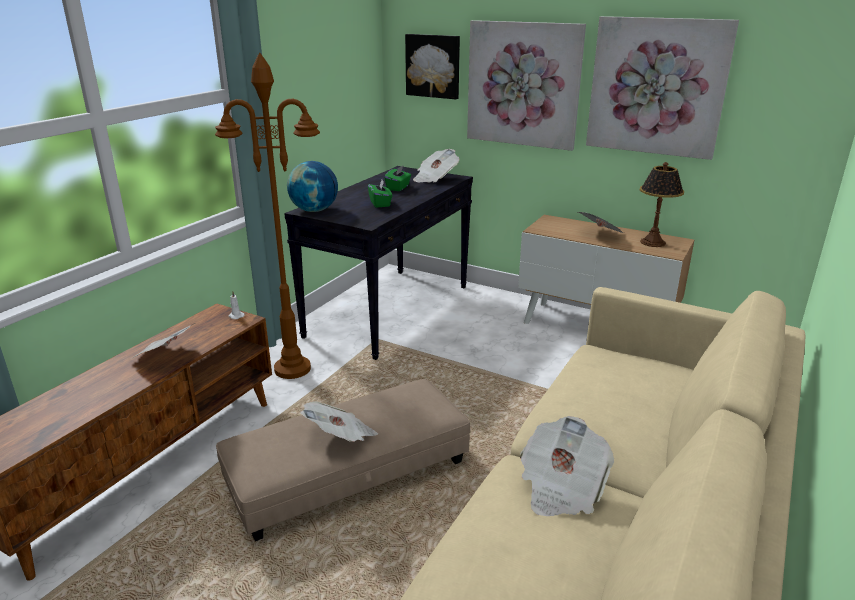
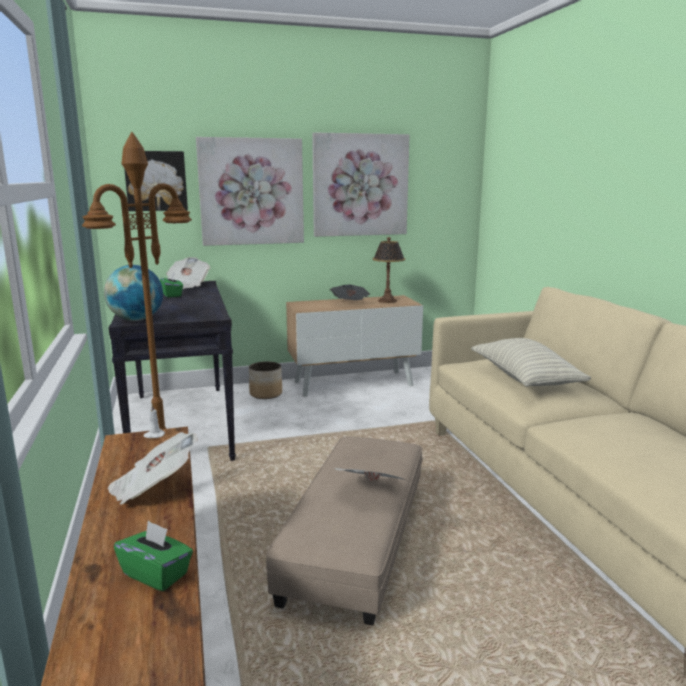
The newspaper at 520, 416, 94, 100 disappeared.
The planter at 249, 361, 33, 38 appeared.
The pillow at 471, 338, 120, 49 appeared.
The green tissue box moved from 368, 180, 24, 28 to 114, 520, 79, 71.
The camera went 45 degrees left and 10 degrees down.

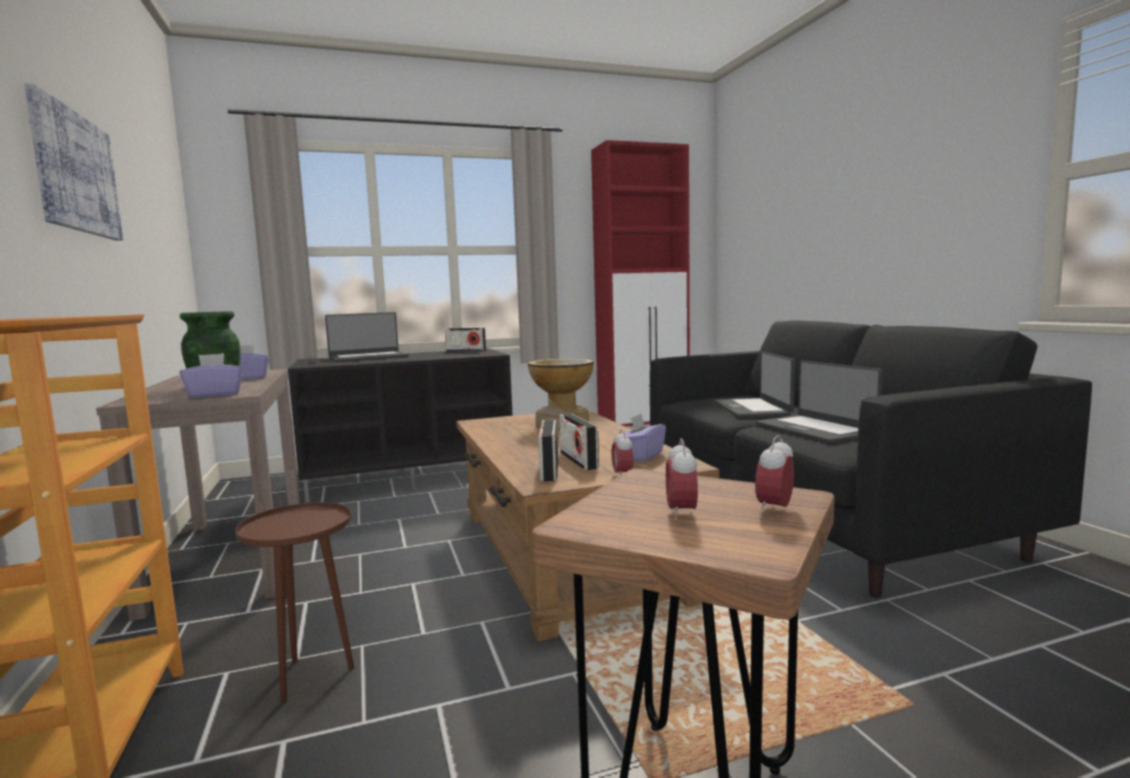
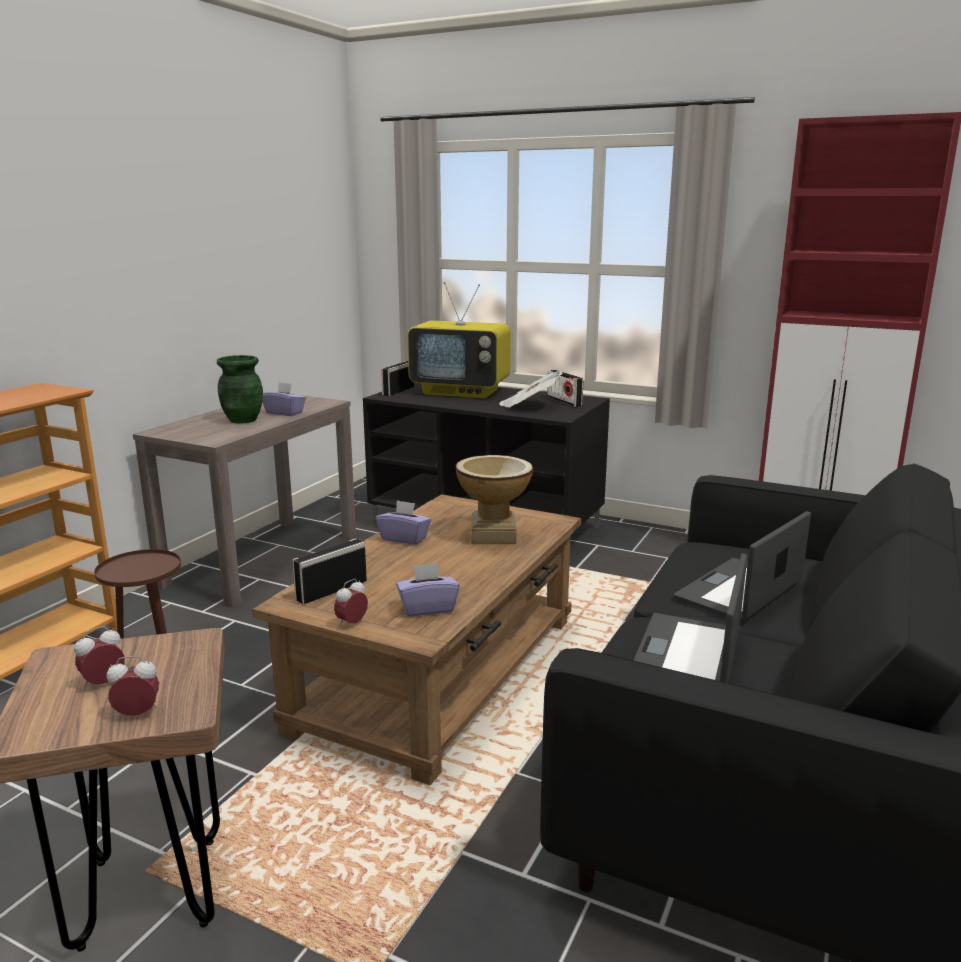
The picture at 24, 83, 99, 157 disappeared.
The newspaper at 499, 371, 63, 37 appeared.
The purple tissue box moved from 180, 353, 63, 45 to 376, 500, 55, 45.
The radio moved from 559, 413, 40, 57 to 381, 361, 33, 35.
The laptop at 325, 312, 84, 50 was replaced by the television at 408, 282, 103, 116.
The camera went 45 degrees right and 10 degrees up.

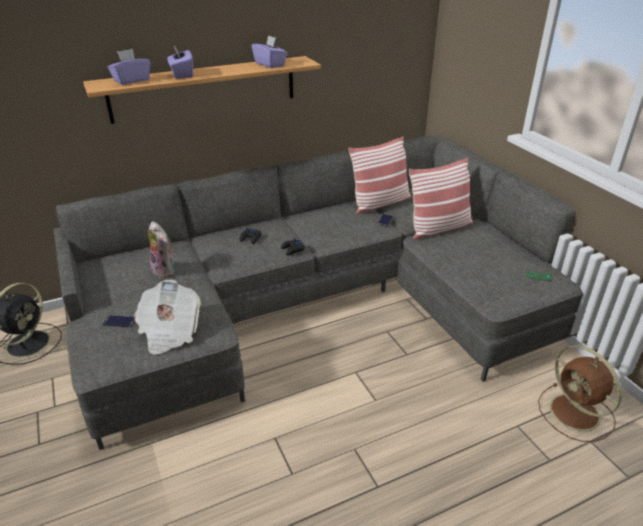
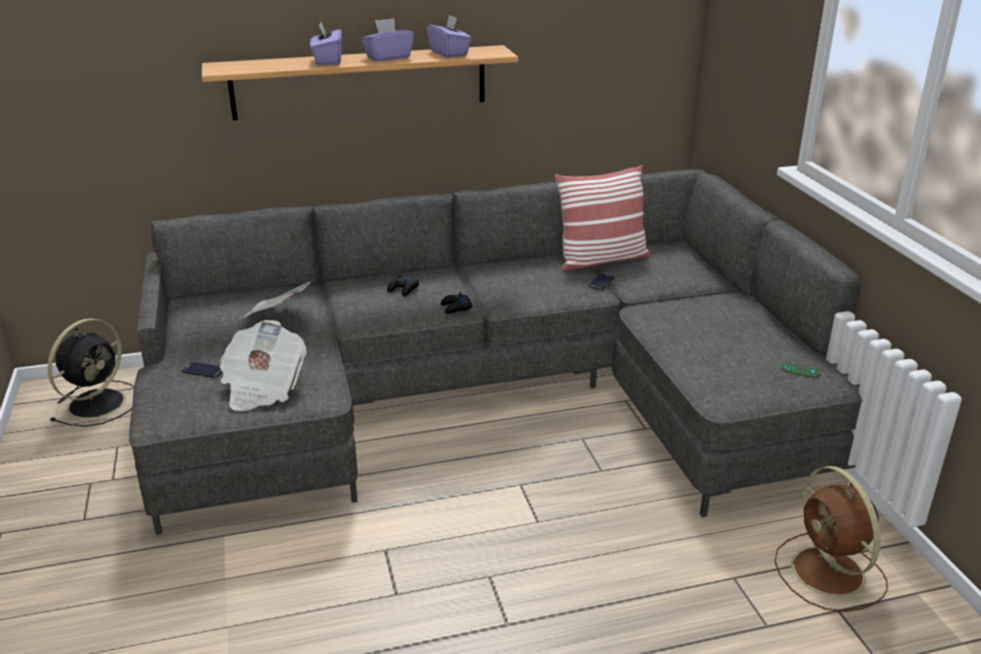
The pillow at 408, 158, 65, 82 disappeared.
The purple tissue box moved from 107, 49, 44, 36 to 361, 18, 53, 43.
The plush toy at 148, 221, 26, 57 was replaced by the newspaper at 240, 279, 75, 40.
The camera went 10 degrees right and 5 degrees down.

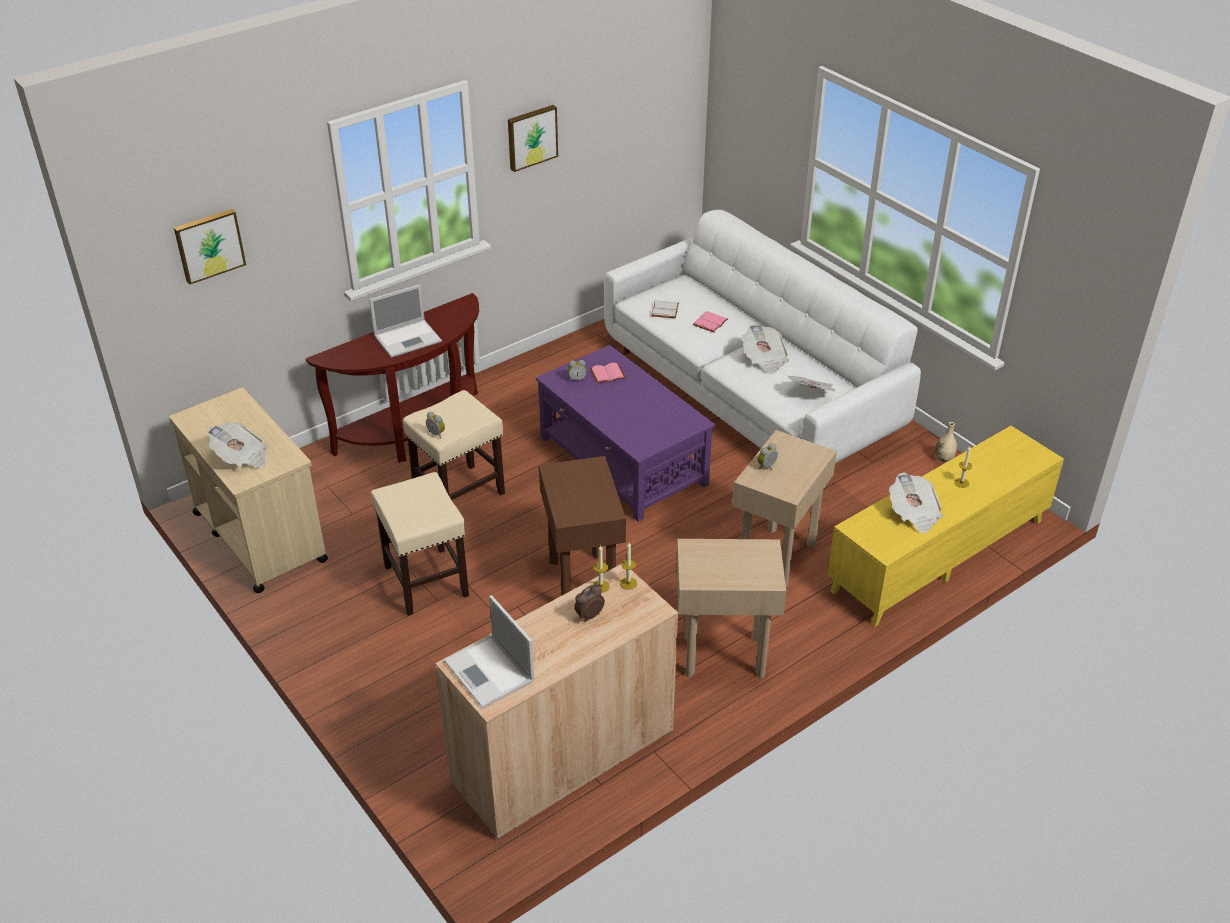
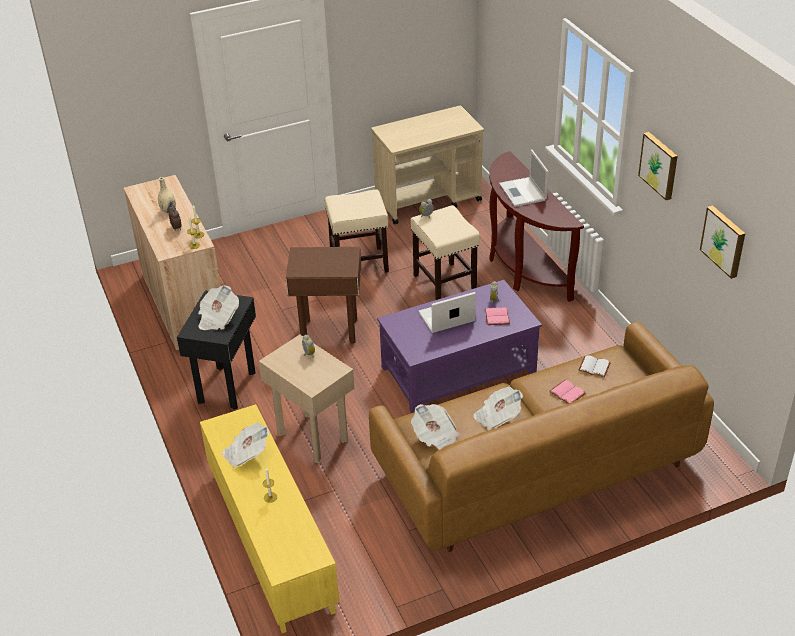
The picture moved from 174, 209, 72, 76 to 700, 205, 45, 74.
The newspaper moved from 208, 422, 59, 46 to 198, 285, 41, 45.
The laptop moved from 444, 595, 90, 113 to 418, 292, 58, 41.
The beige vase moved from 935, 422, 22, 40 to 158, 177, 18, 36.
The white sofa at 604, 210, 317, 254 became the brown sofa at 369, 321, 345, 231.
The beige side table at 677, 539, 109, 139 became the black side table at 177, 291, 79, 118.
The camera went 105 degrees right and 0 degrees up.

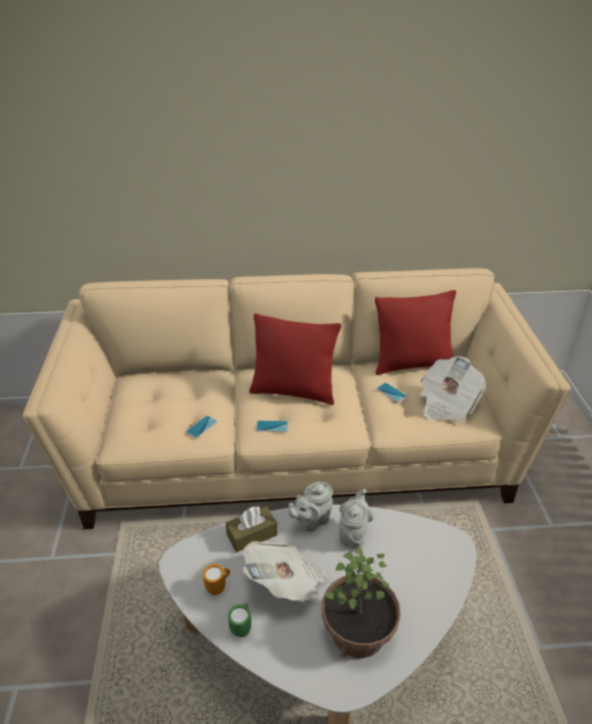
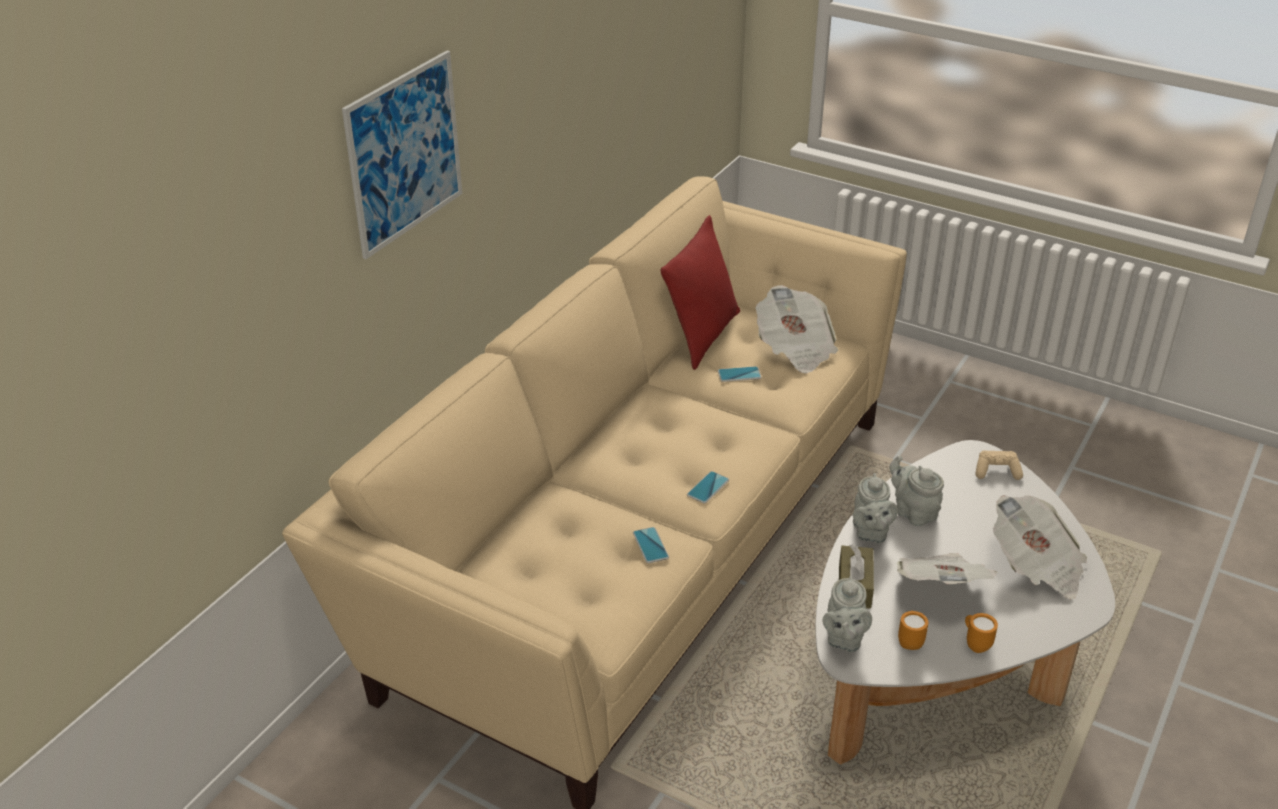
The red pillow at 249, 313, 92, 92 disappeared.
The picture at 342, 51, 120, 208 appeared.
The grey teapot at 823, 576, 49, 76 appeared.
The beige game controller at 976, 450, 47, 30 appeared.
The potted plant at 322, 547, 79, 111 was replaced by the newspaper at 993, 495, 94, 104.
The green mug at 228, 603, 23, 34 became the orange mug at 965, 613, 33, 40.
The camera went 55 degrees left and 0 degrees up.

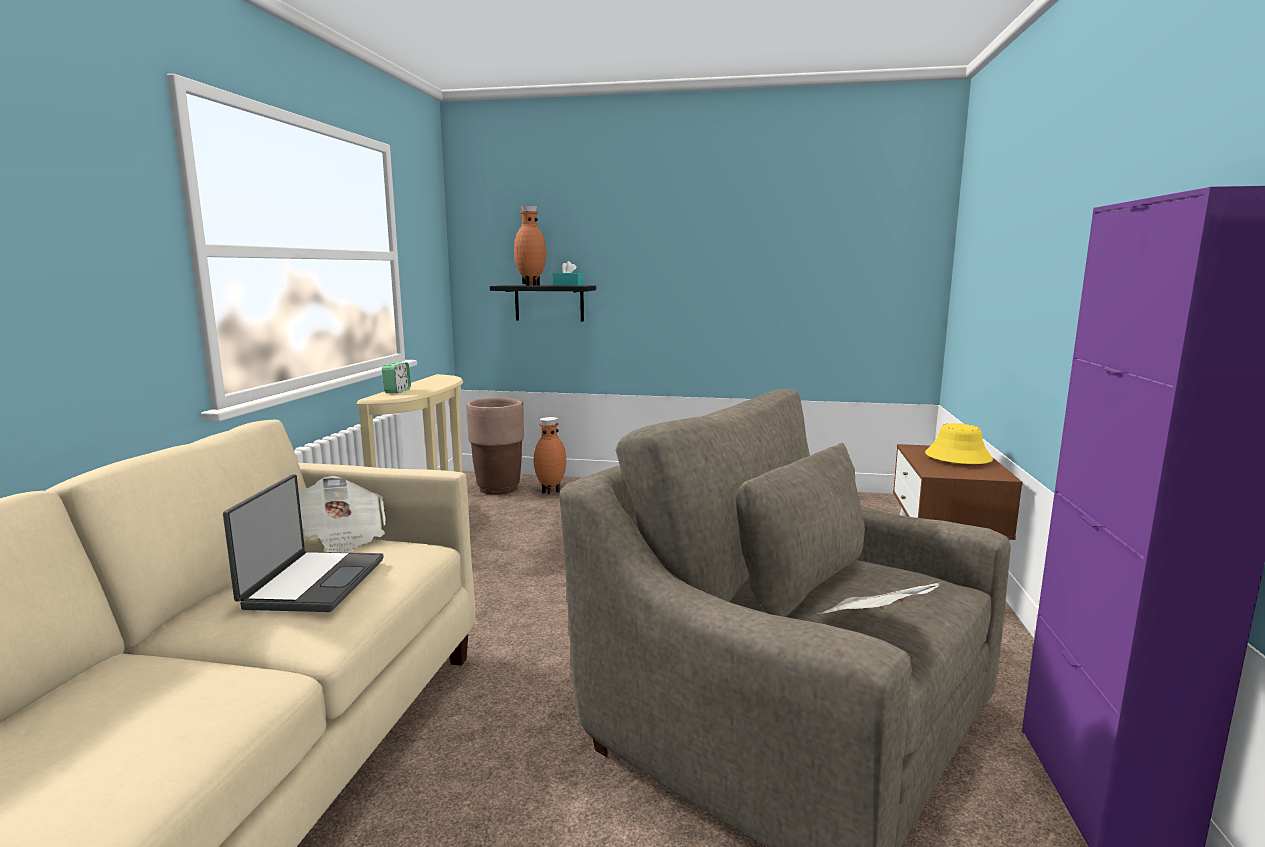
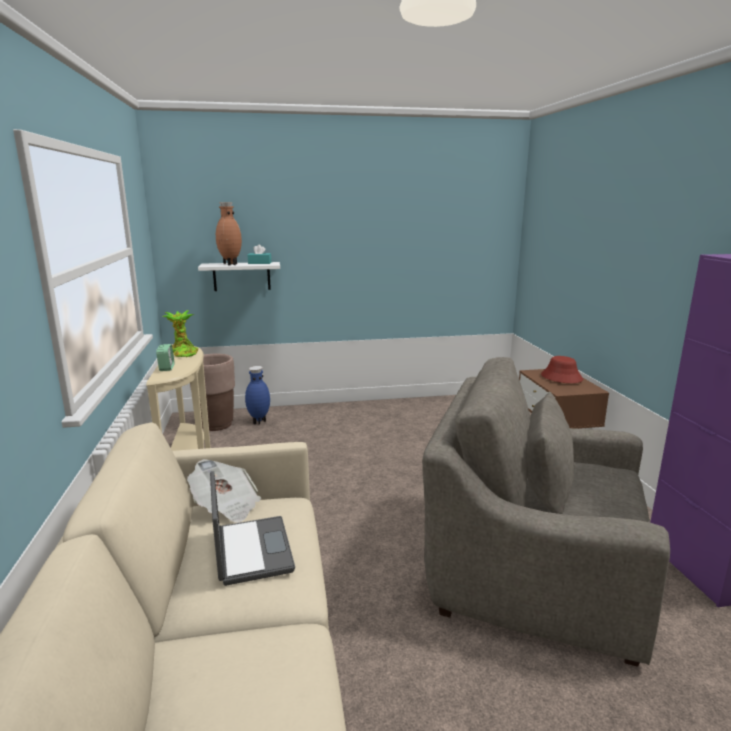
The newspaper at 818, 582, 123, 32 disappeared.
The potted plant at 162, 310, 36, 47 appeared.
The black shelf at 490, 285, 106, 36 became the white shelf at 198, 262, 82, 29.
The brown vase at 534, 417, 32, 77 became the blue vase at 245, 366, 25, 58.
The yellow hat at 925, 423, 68, 41 became the red hat at 541, 356, 42, 27.
The camera went 20 degrees left and 5 degrees up.

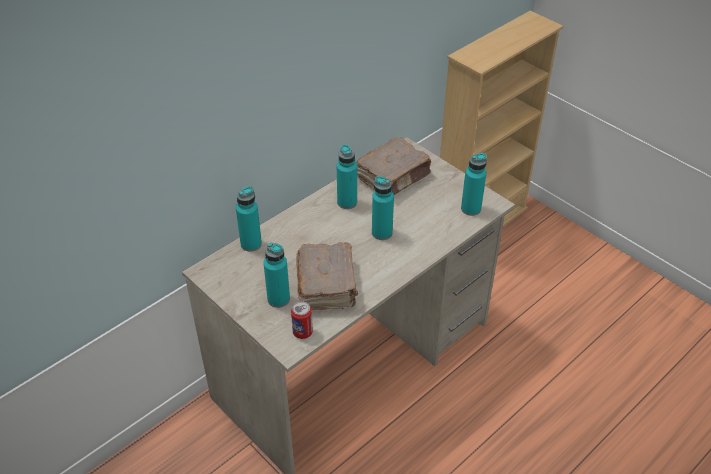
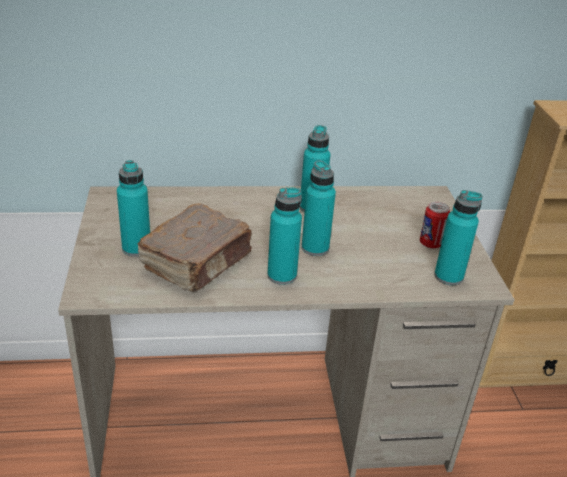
The brown book at 356, 137, 75, 58 disappeared.
The turquoise bottle moved from 236, 186, 26, 66 to 267, 187, 35, 98.
The can moved from 291, 301, 22, 38 to 420, 202, 30, 46.
The camera went 35 degrees right and 10 degrees down.

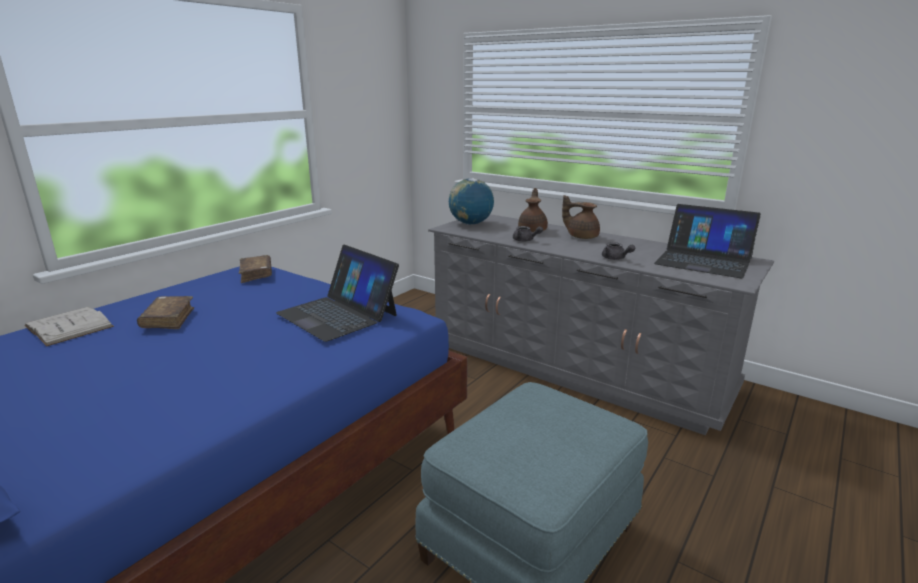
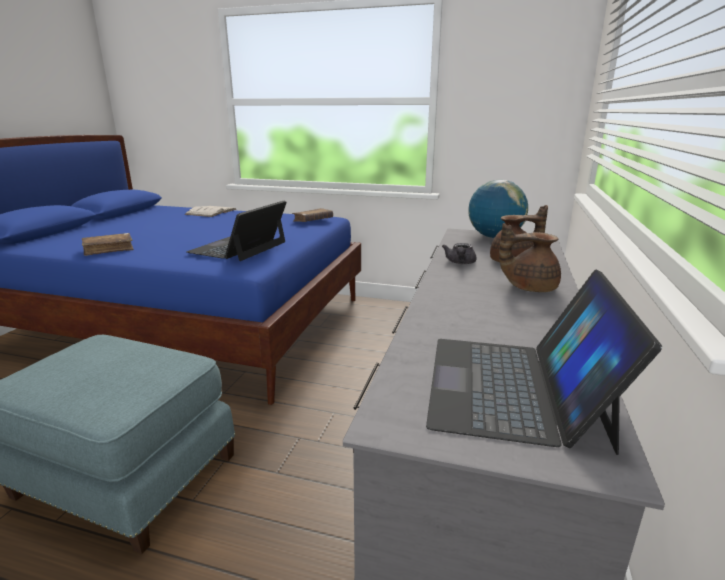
The grey teapot at 602, 242, 33, 18 disappeared.
The brown book moved from 137, 296, 57, 33 to 82, 233, 52, 23.
The brown teapot at 562, 195, 38, 44 turned 90 degrees counterclockwise.
The camera went 70 degrees right and 0 degrees up.

